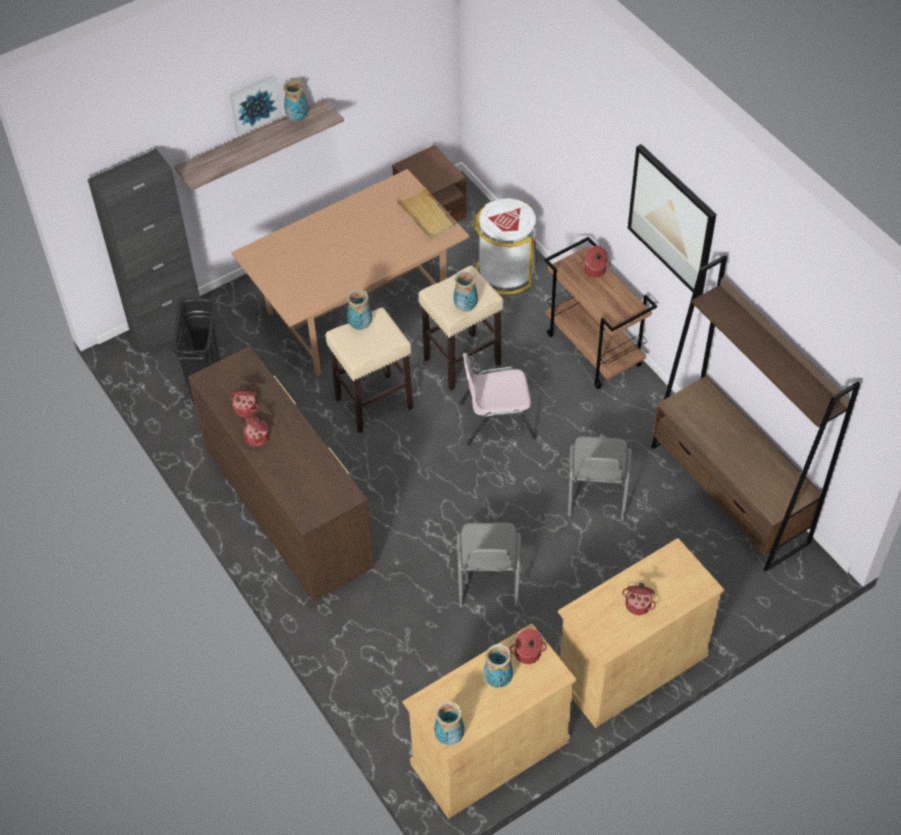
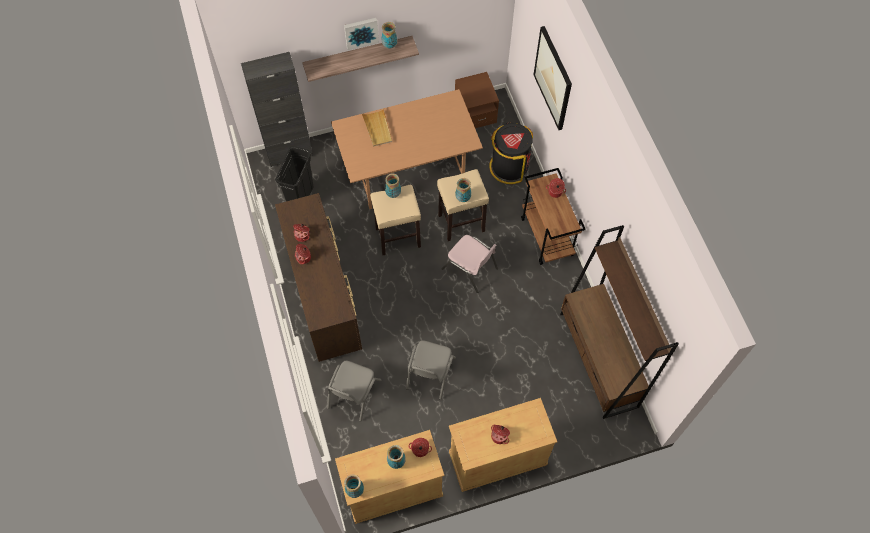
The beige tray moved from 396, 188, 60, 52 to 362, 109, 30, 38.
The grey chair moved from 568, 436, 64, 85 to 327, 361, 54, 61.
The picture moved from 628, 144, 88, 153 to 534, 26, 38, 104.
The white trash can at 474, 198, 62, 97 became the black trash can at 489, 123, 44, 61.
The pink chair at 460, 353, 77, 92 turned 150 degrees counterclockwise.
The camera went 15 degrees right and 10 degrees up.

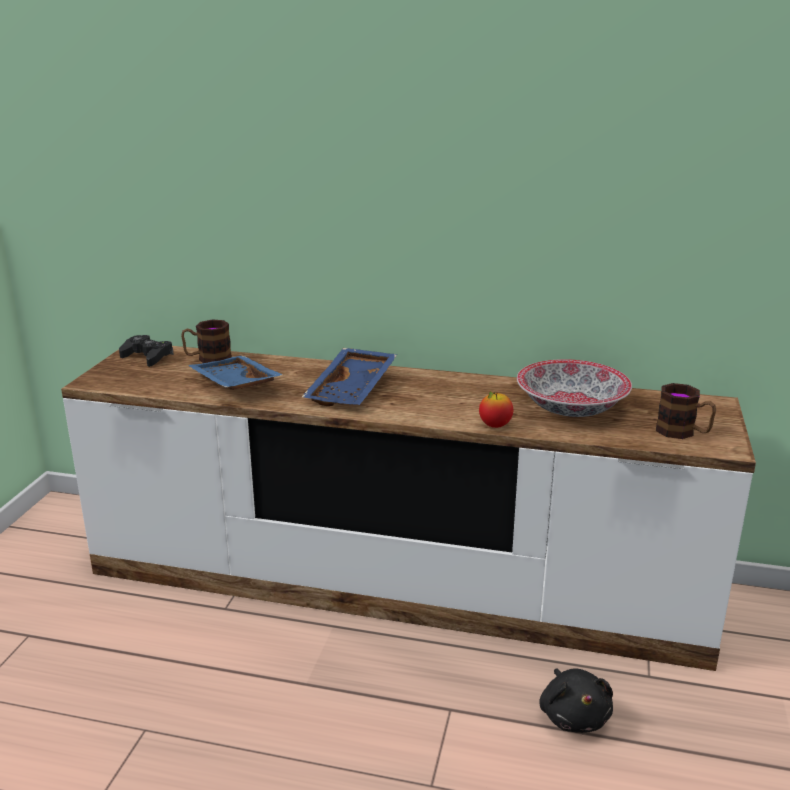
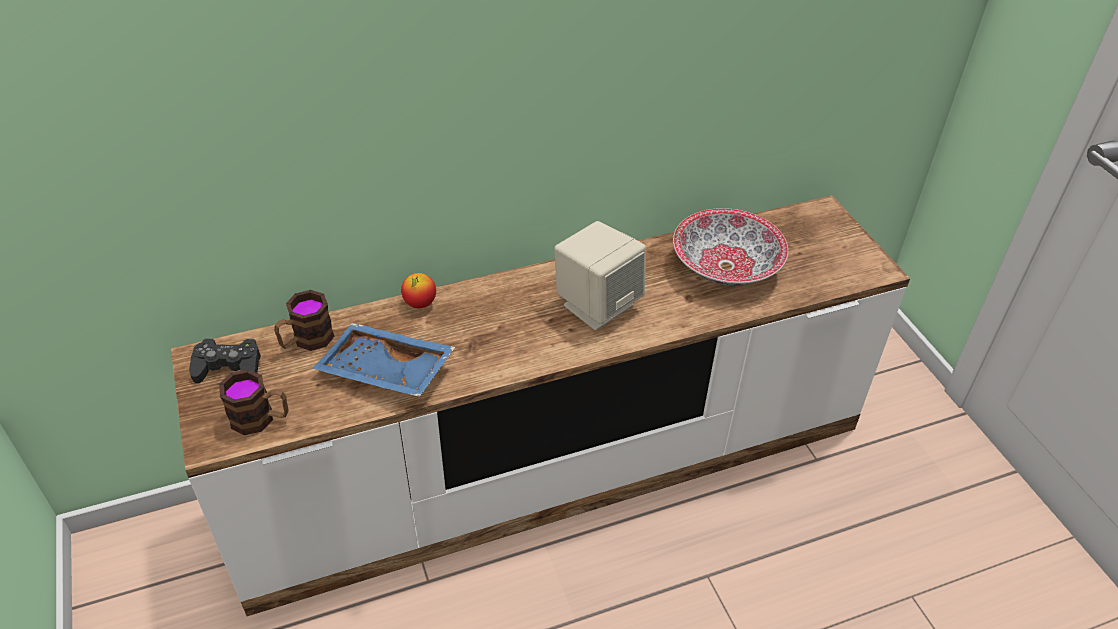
The blue tray at 302, 348, 96, 58 disappeared.
The black plush toy at 539, 668, 74, 65 disappeared.
The beige speaker at 554, 221, 92, 109 appeared.
The apple moved from 479, 391, 34, 37 to 401, 273, 35, 35.
The mug moved from 656, 383, 60, 56 to 219, 369, 70, 66.
The camera went 35 degrees left and 20 degrees up.

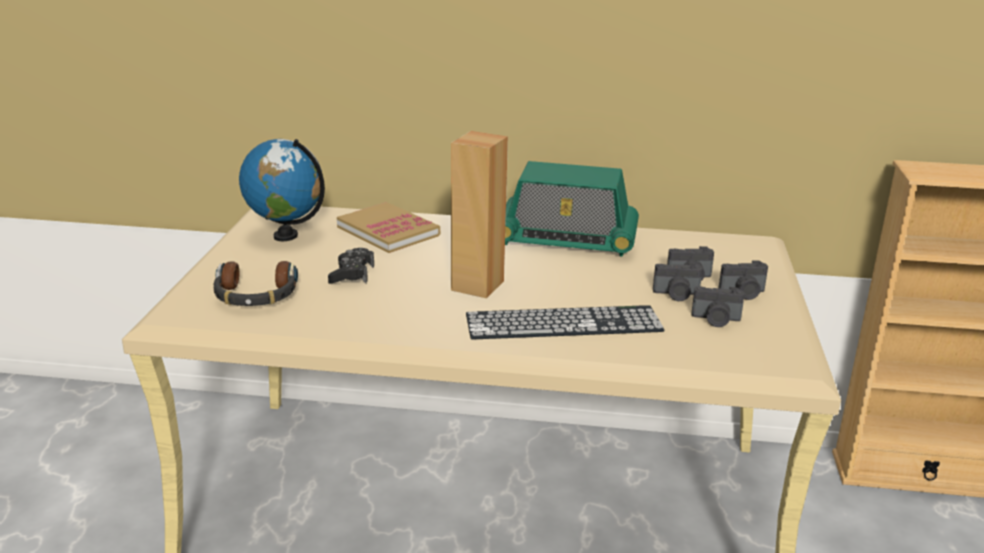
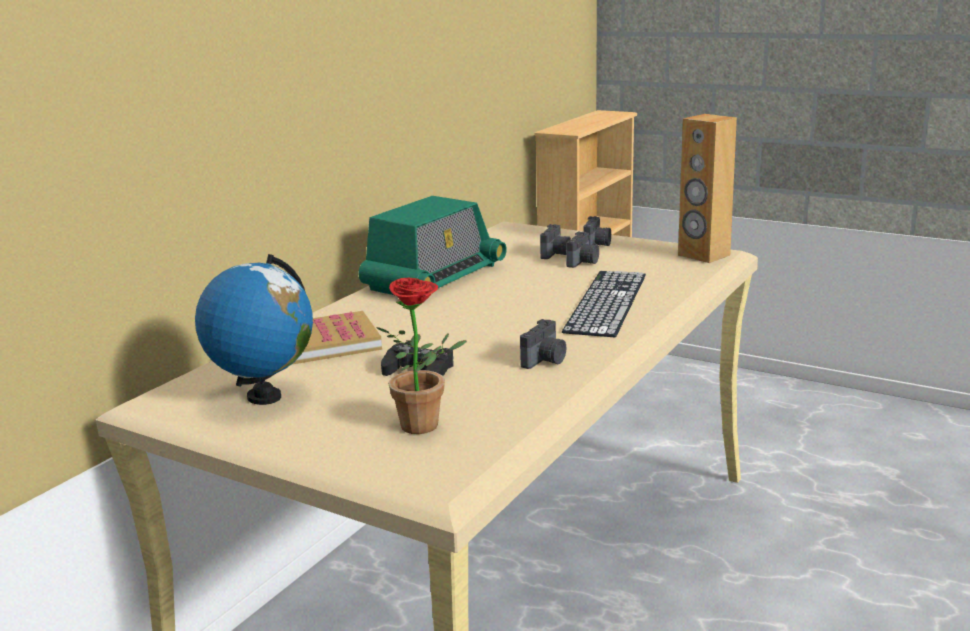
The brown speaker moved from 451, 131, 57, 167 to 678, 114, 59, 149.
The photo camera moved from 692, 286, 53, 41 to 520, 319, 47, 50.
The headphones at 213, 261, 85, 45 was replaced by the potted plant at 377, 278, 90, 156.
The camera went 65 degrees left and 5 degrees down.

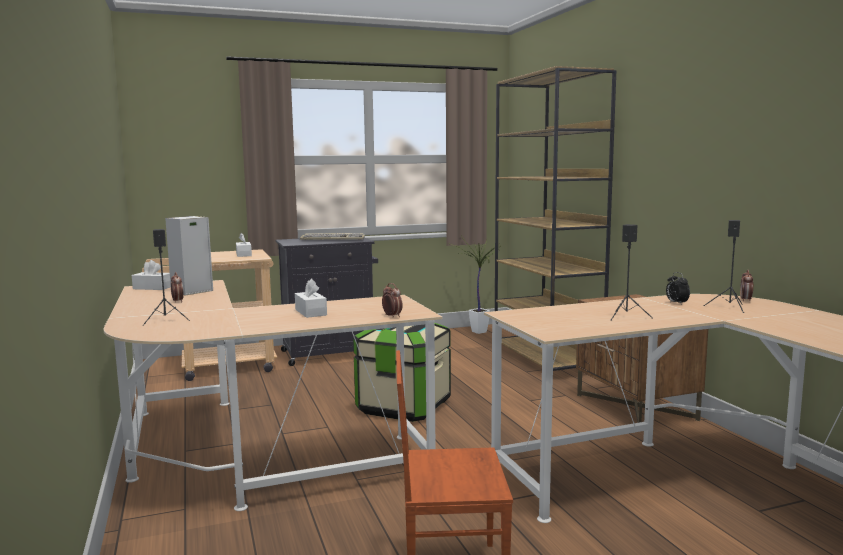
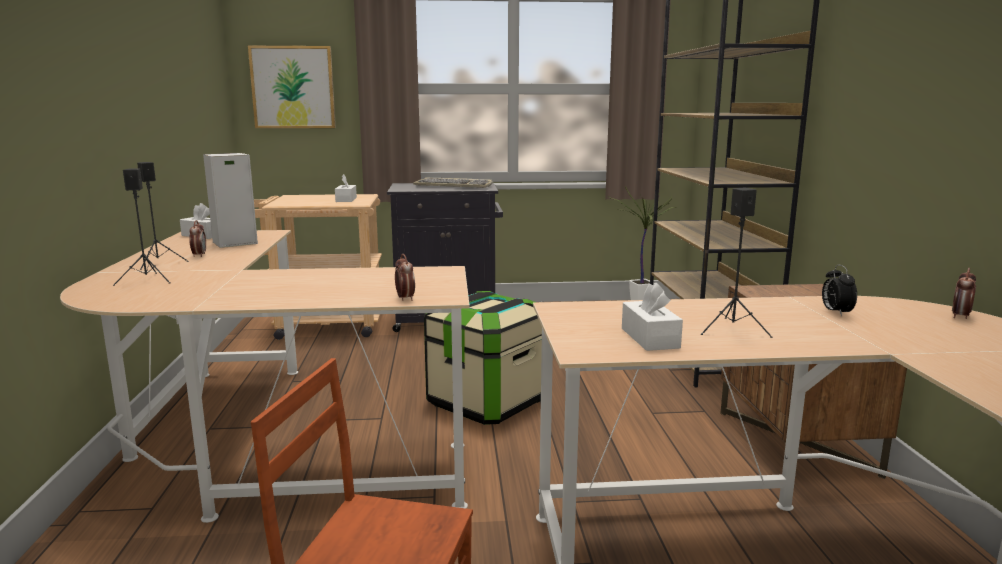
The picture at 248, 46, 88, 82 appeared.
The white tissue box moved from 295, 279, 32, 39 to 622, 282, 61, 69.
The black speaker moved from 704, 220, 40, 93 to 137, 162, 51, 108.
The camera went 15 degrees right and 5 degrees up.

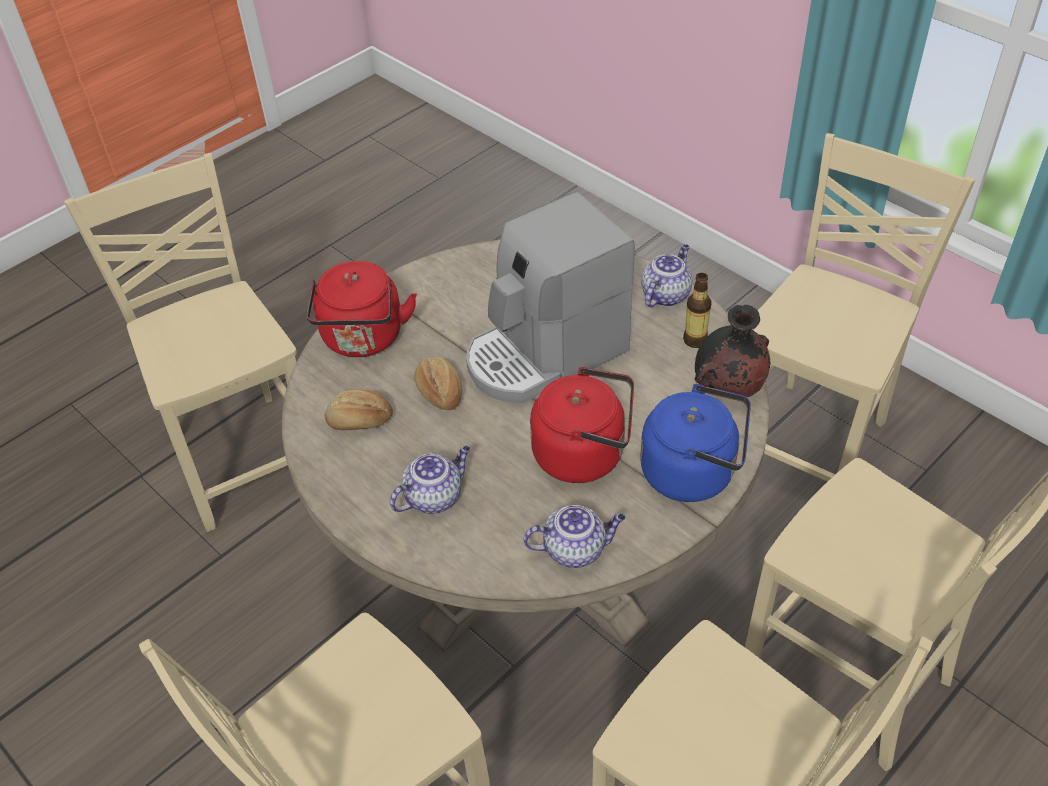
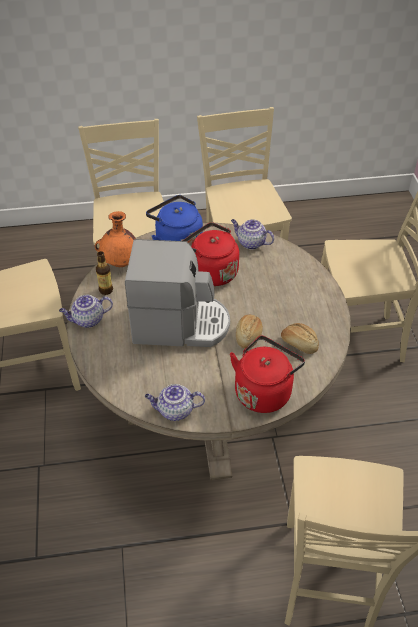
The teapot moved from 390, 446, 80, 68 to 145, 384, 60, 37.
The black vase at 695, 305, 75, 92 became the orange vase at 95, 211, 41, 56.
The camera went 145 degrees left and 0 degrees up.

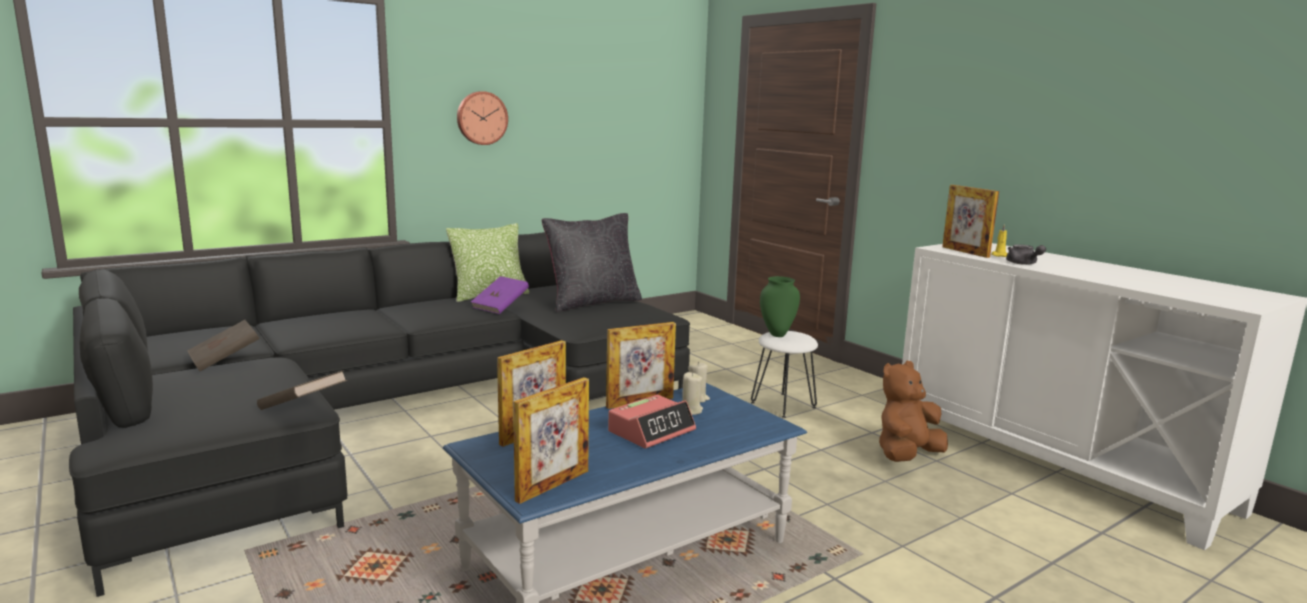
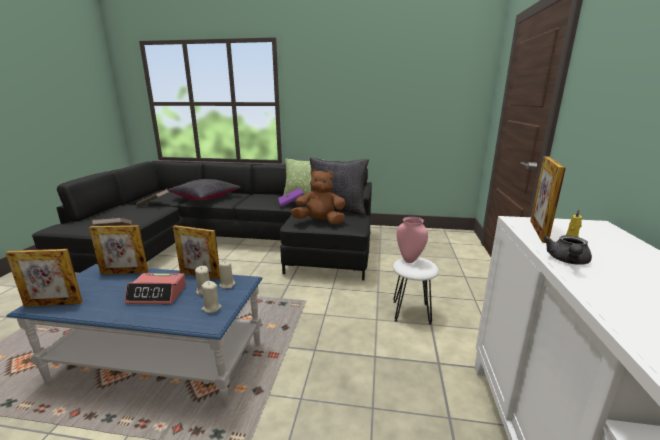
The wall clock at 457, 91, 51, 54 disappeared.
The black pillow at 168, 179, 73, 21 appeared.
The beige candle at 202, 281, 20, 32 appeared.
The brown plush toy moved from 879, 361, 69, 101 to 291, 169, 55, 56.
The green vase at 760, 276, 40, 61 became the pink vase at 397, 217, 31, 46.
The camera went 45 degrees right and 5 degrees up.

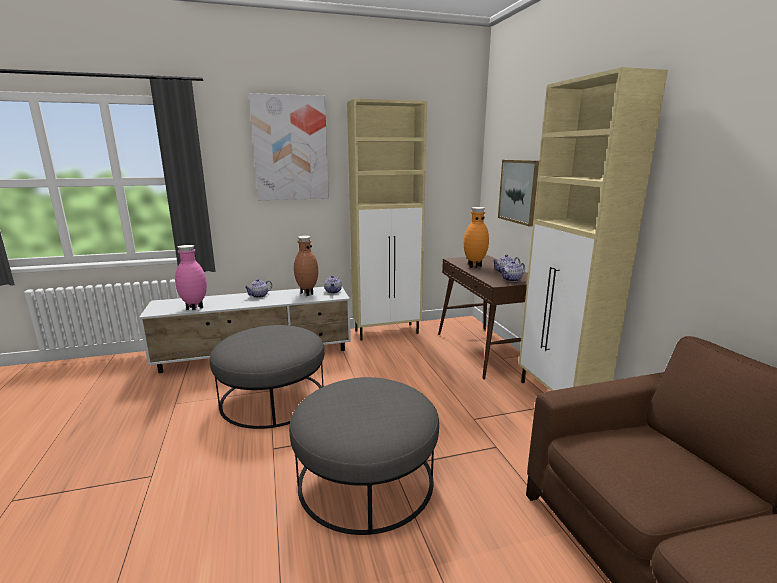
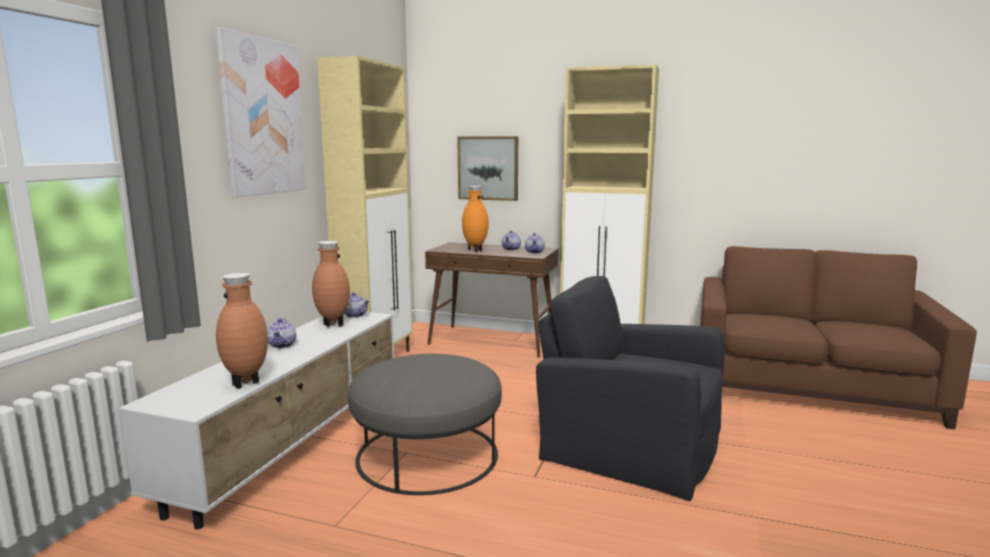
The grey ottoman at 289, 377, 150, 158 was replaced by the black armchair at 536, 276, 189, 225.
The pink vase at 175, 245, 32, 65 became the brown vase at 216, 273, 52, 116.
The camera went 55 degrees left and 5 degrees down.

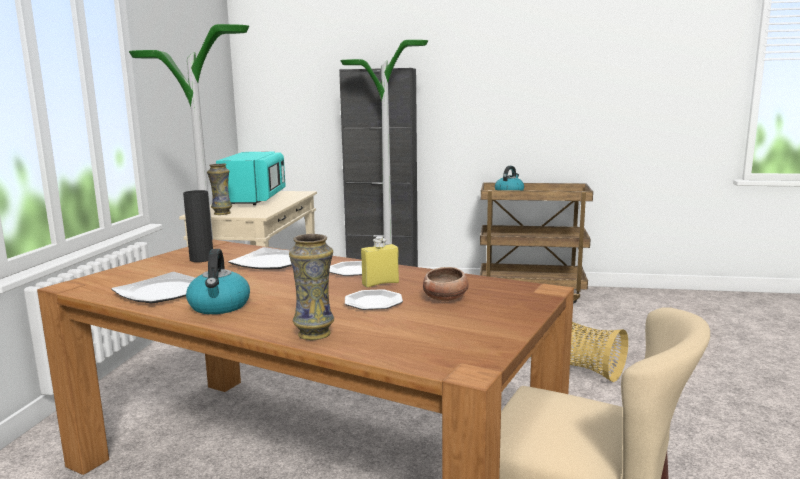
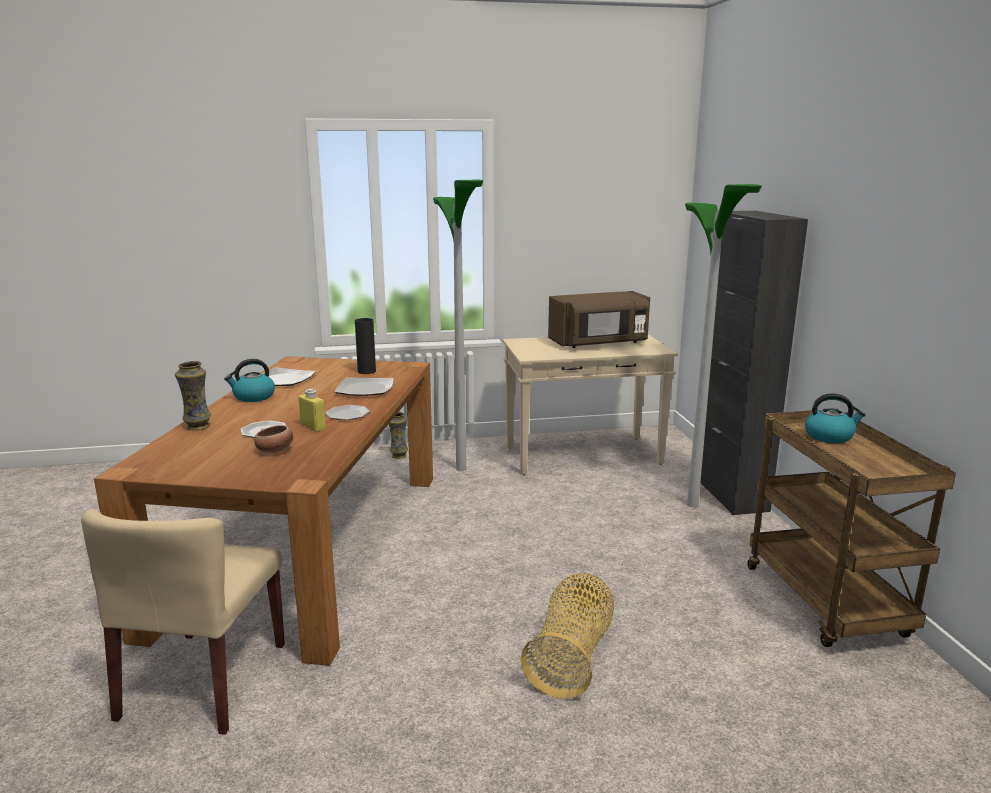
The vase moved from 207, 164, 25, 51 to 389, 412, 19, 47.
The turquoise microwave at 216, 152, 70, 53 became the brown microwave at 548, 291, 102, 57.
The camera went 70 degrees right and 5 degrees up.

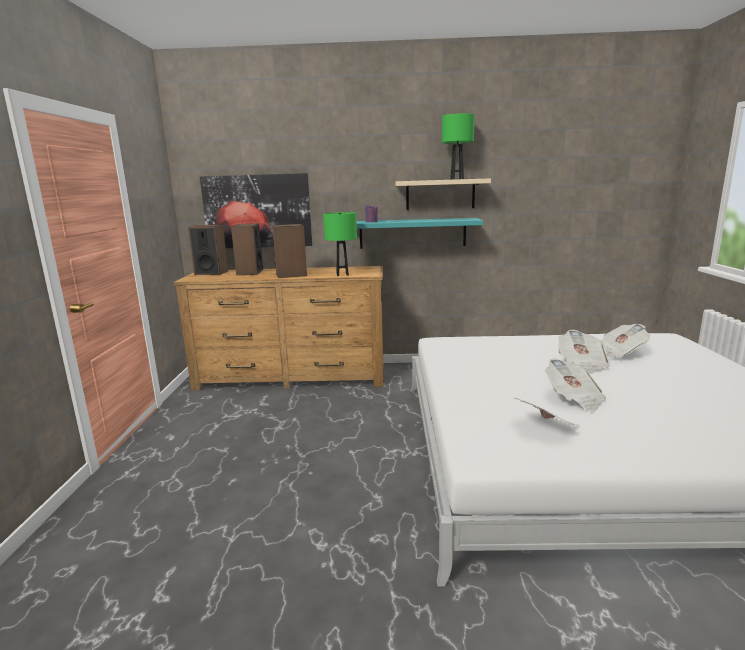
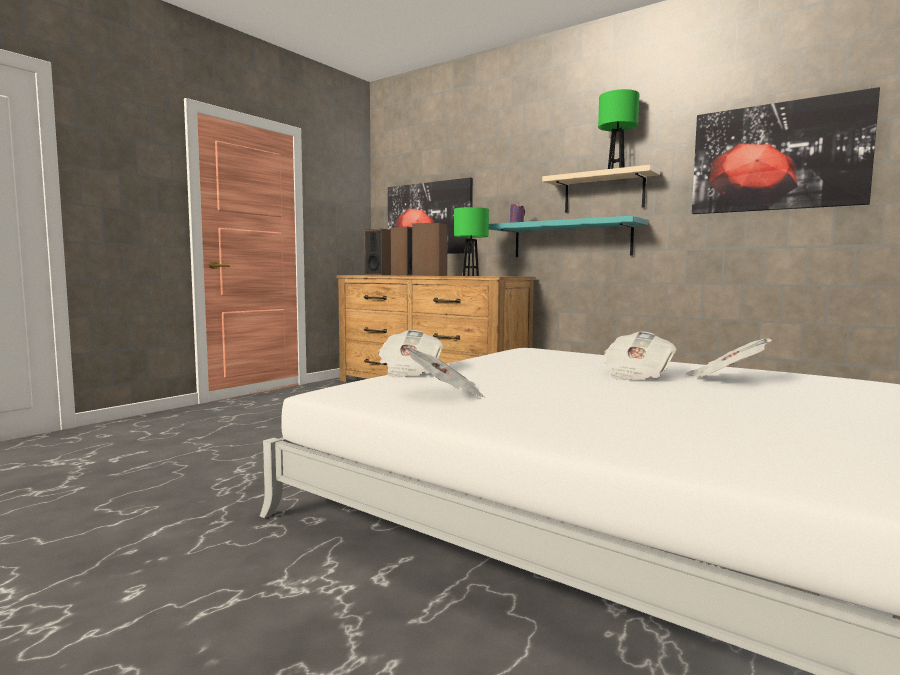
The picture at 692, 87, 188, 127 appeared.
The newspaper moved from 545, 358, 61, 54 to 378, 330, 65, 48.
The camera went 35 degrees right and 10 degrees down.

